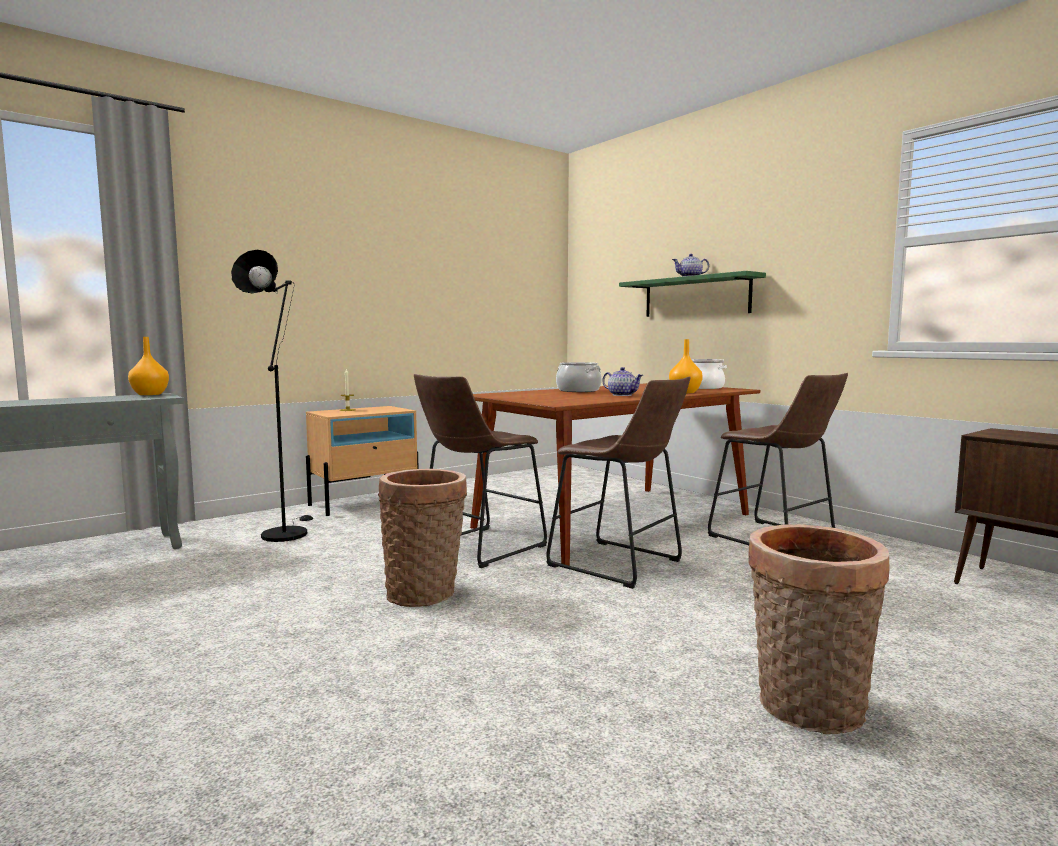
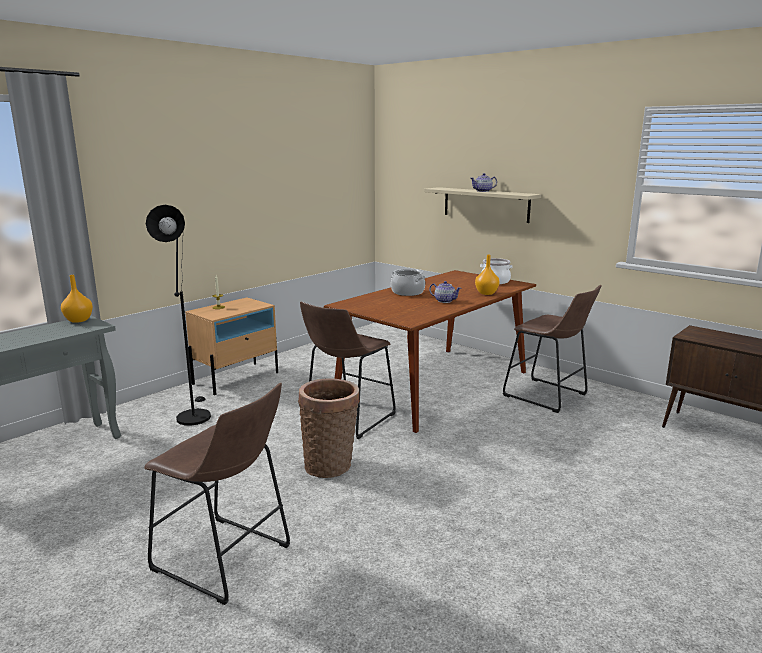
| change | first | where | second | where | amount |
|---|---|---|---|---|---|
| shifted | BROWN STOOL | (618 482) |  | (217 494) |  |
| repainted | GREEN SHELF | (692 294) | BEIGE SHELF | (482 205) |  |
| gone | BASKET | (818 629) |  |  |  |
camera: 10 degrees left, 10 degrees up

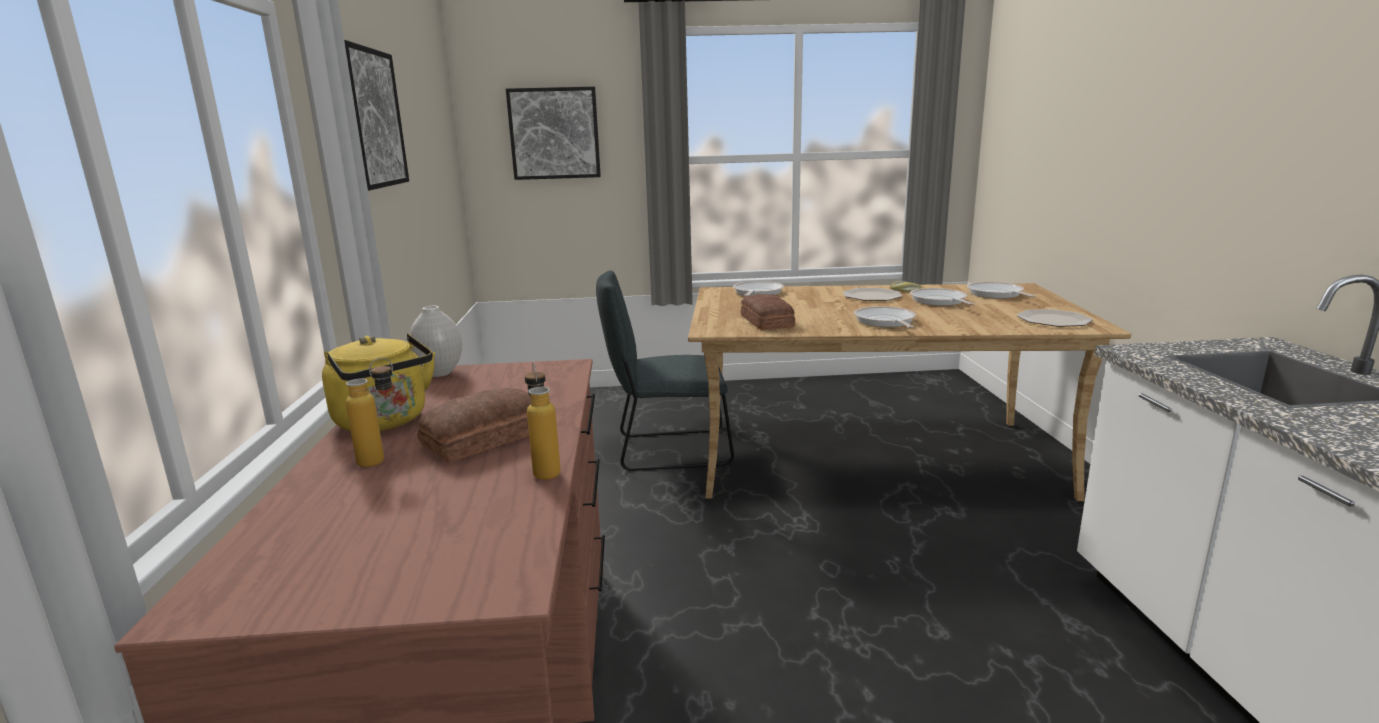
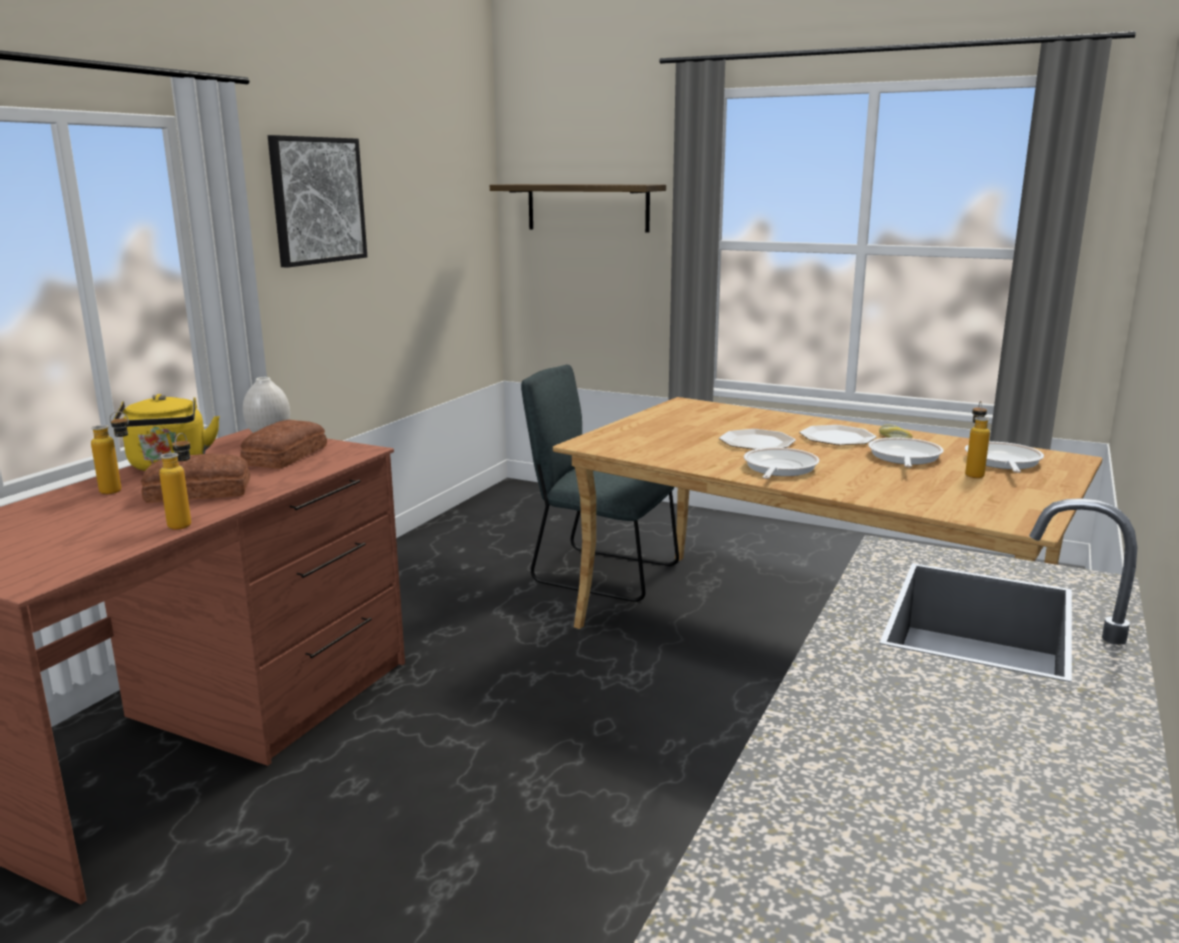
| change | first | where | second | where | amount |
|---|---|---|---|---|---|
| shifted | BREAD | (768 312) |  | (283 444) |  |
| swapped | PICTURE | (553 133) | SHELF | (578 208) |  |
| shifted | PLATE | (1055 318) |  | (757 439) |  |
| new |  |  | BOTTLE | (977 439) |  |
| gone | FRYING PAN | (758 288) |  |  |  |
camera: 30 degrees right, 0 degrees up

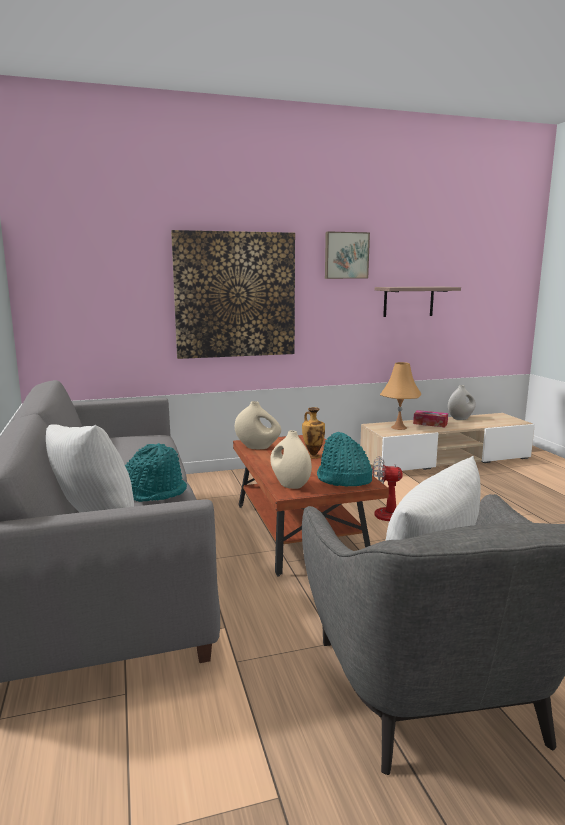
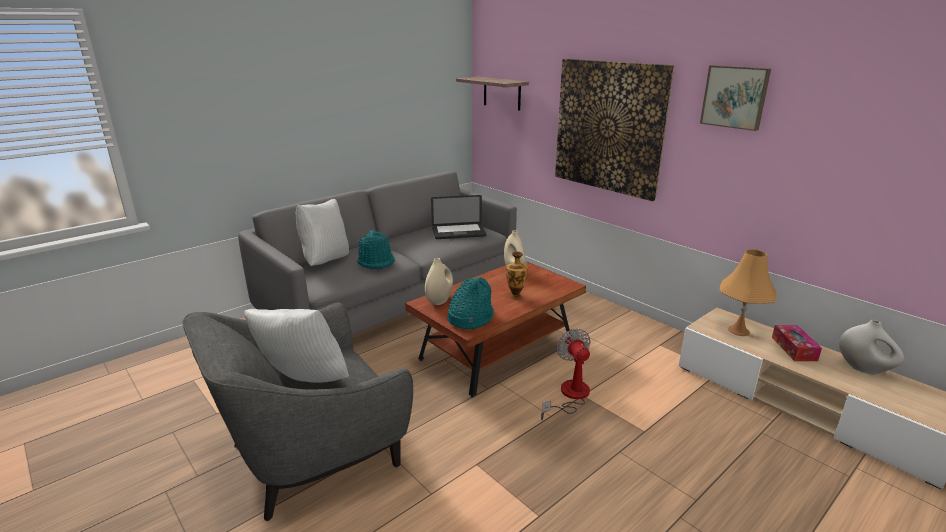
| change | first | where | second | where | amount |
|---|---|---|---|---|---|
| new |  |  | LAPTOP | (459 217) |  |
| shifted | SHELF | (418 302) |  | (492 94) |  |
camera: 65 degrees right, 10 degrees up

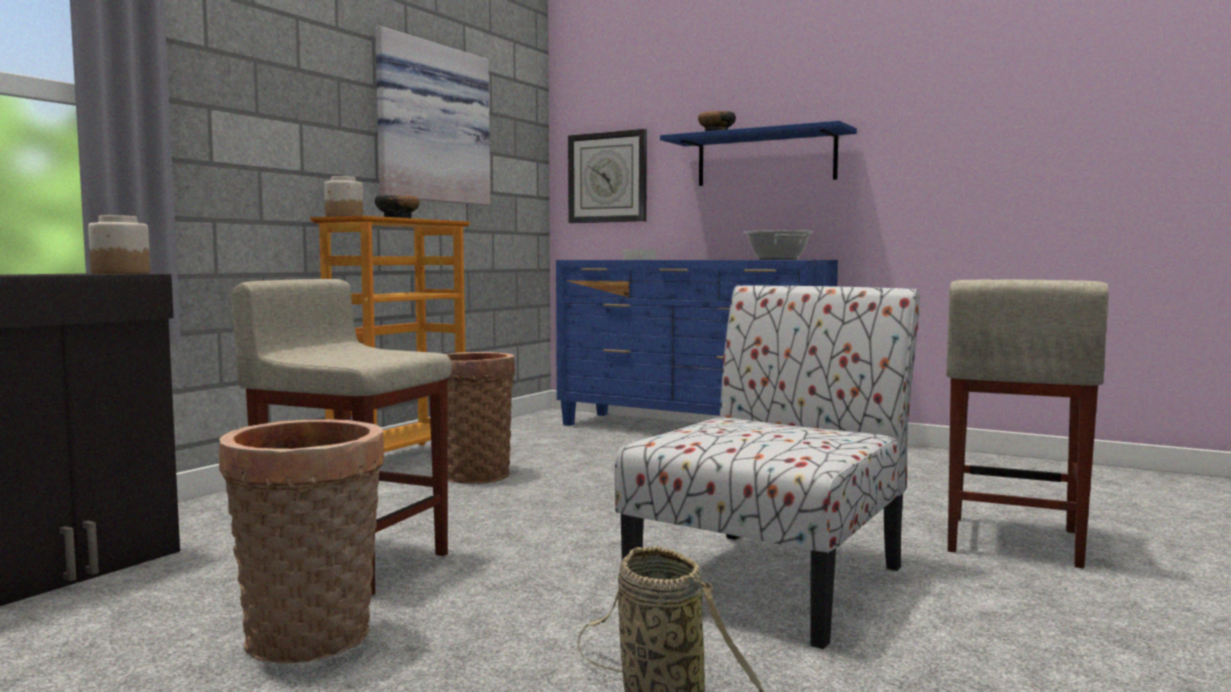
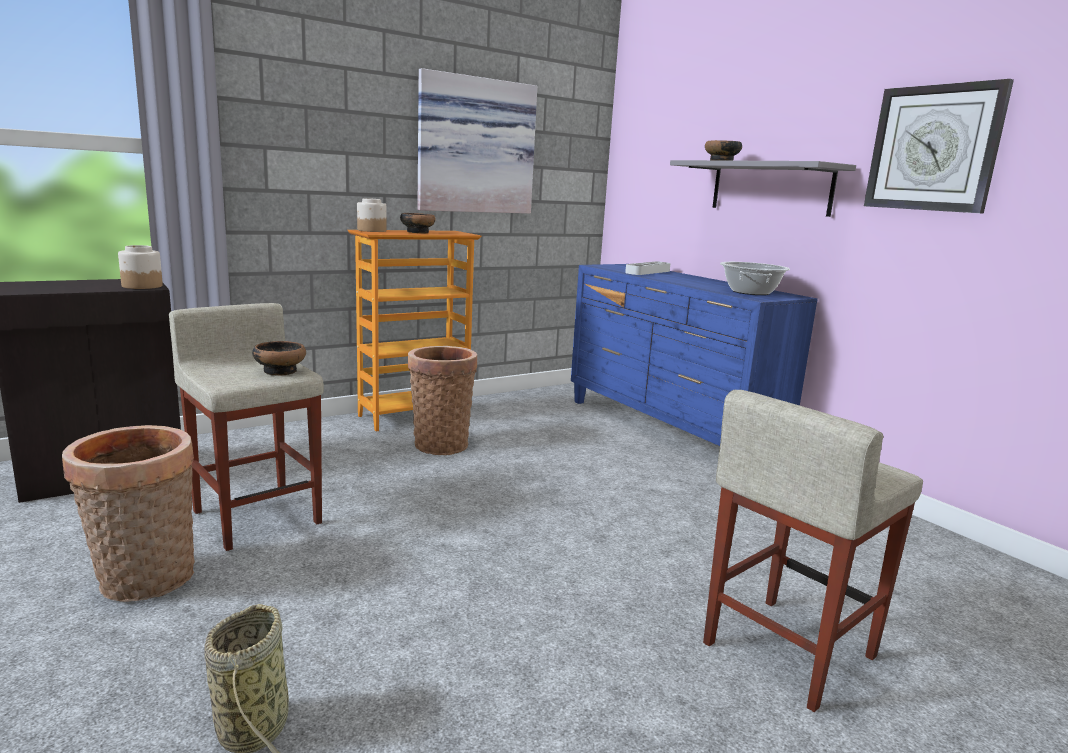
| change | first | where | second | where | amount |
|---|---|---|---|---|---|
| new |  |  | BOWL | (279 358) |  |
| repainted | BLUE SHELF | (758 153) | GREY SHELF | (763 188) |  |
| shifted | WALL CLOCK | (607 176) |  | (939 146) |  |
| gone | CHAIR | (767 467) |  |  |  |
camera: 25 degrees right, 10 degrees up

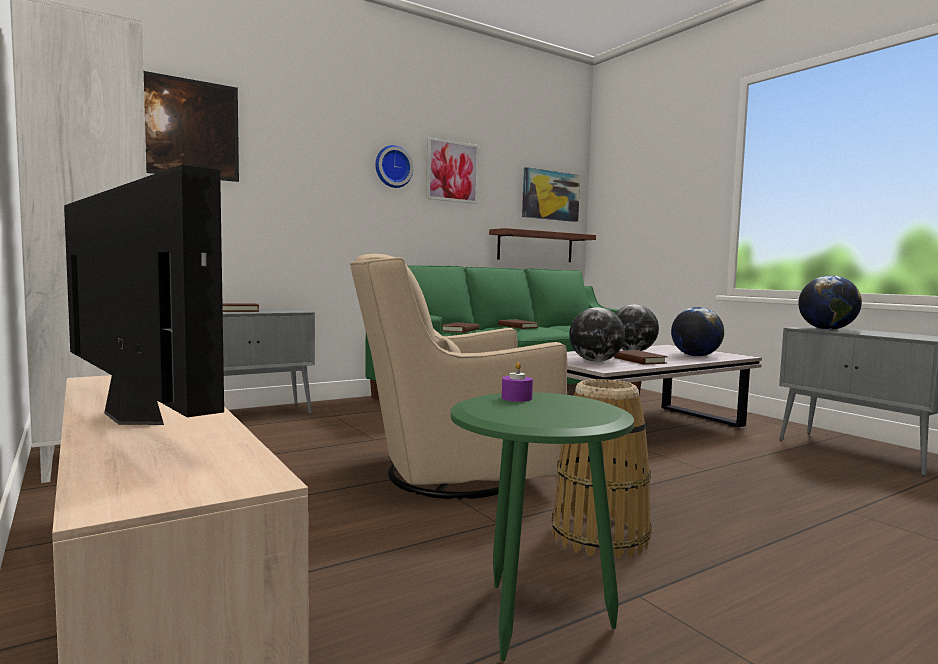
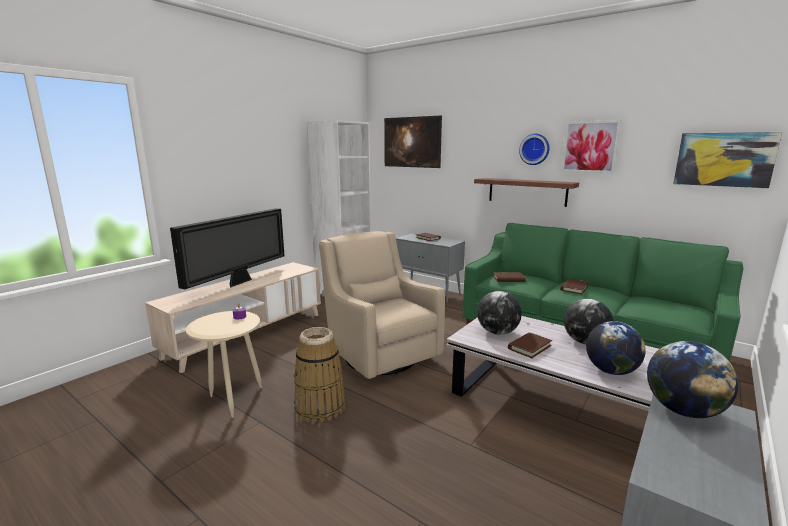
| change | first | where | second | where | amount |
|---|---|---|---|---|---|
| repainted | GREEN SIDE TABLE | (542 526) | BEIGE SIDE TABLE | (224 364) |  |
| shifted | SHELF | (542 245) |  | (526 192) |  |
camera: 70 degrees right, 10 degrees up

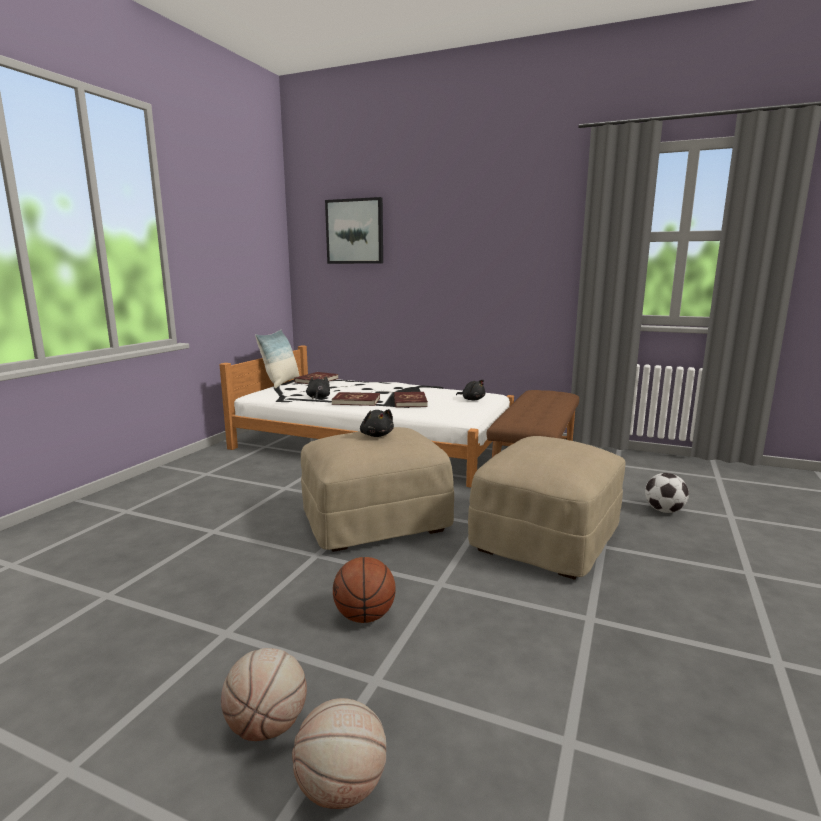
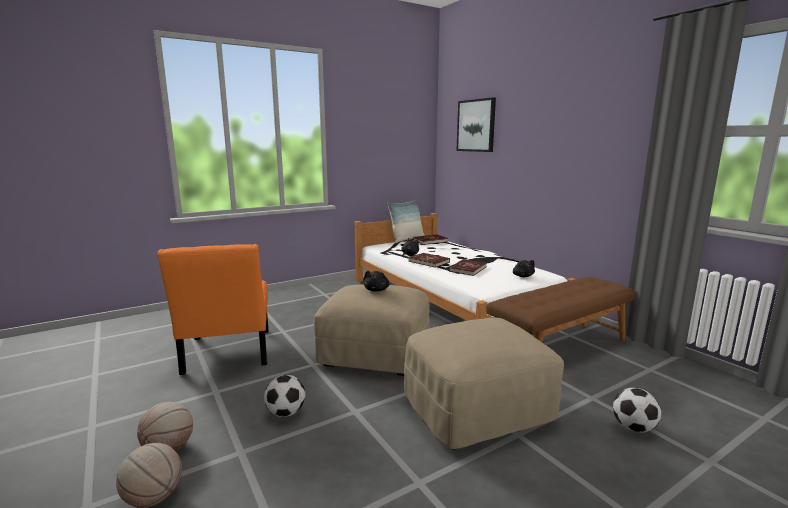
| change | first | where | second | where | amount |
|---|---|---|---|---|---|
| new |  |  | ORANGE CHAIR | (213 309) |  |
| swapped | BASKETBALL | (364 590) | FOOTBALL | (284 396) |  |
camera: 35 degrees right, 0 degrees up

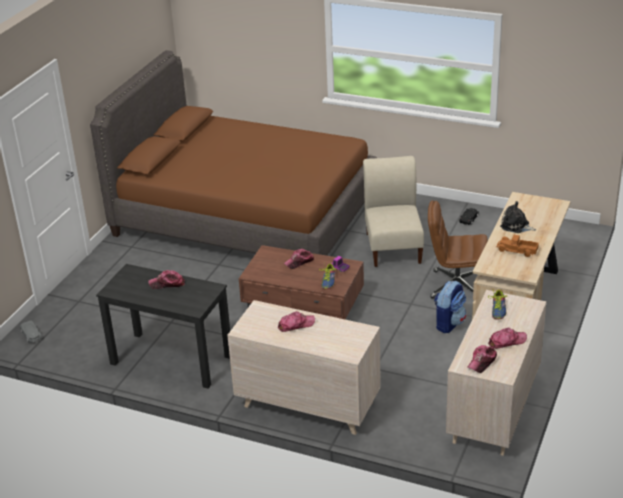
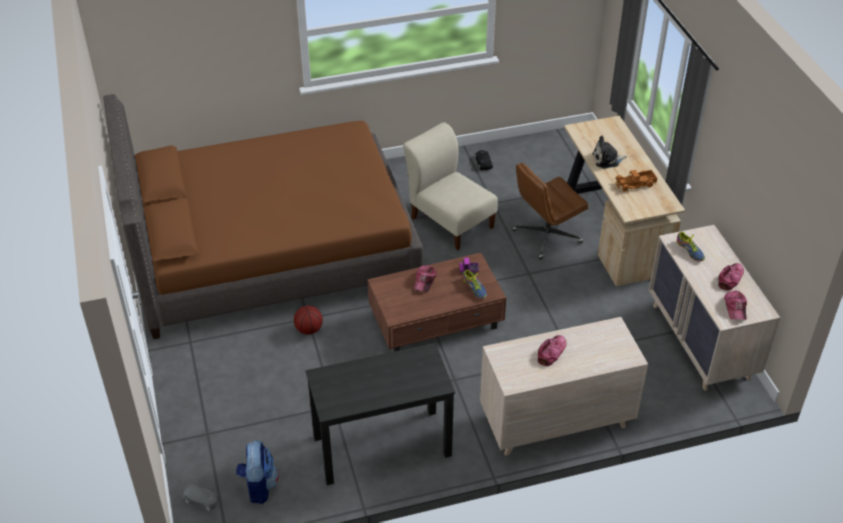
| change | first | where | second | where | amount |
|---|---|---|---|---|---|
| shifted | BACKPACK | (450 307) |  | (257 472) |  |
| new |  |  | BASKETBALL | (308 320) |  |
| gone | CAP | (166 279) |  |  |  |
camera: 40 degrees left, 10 degrees up

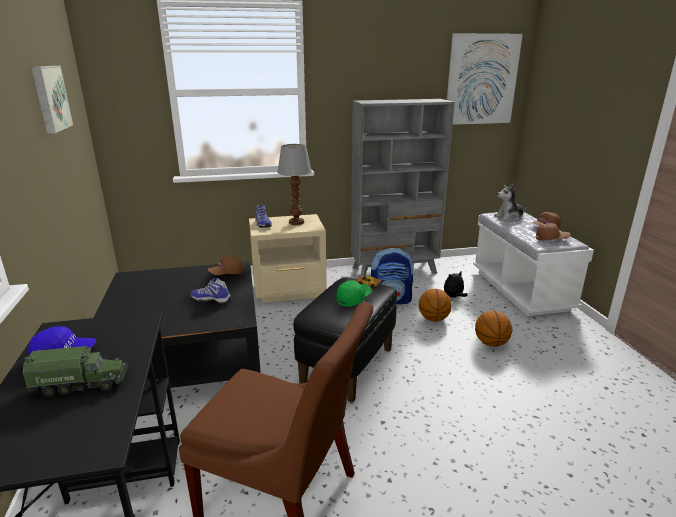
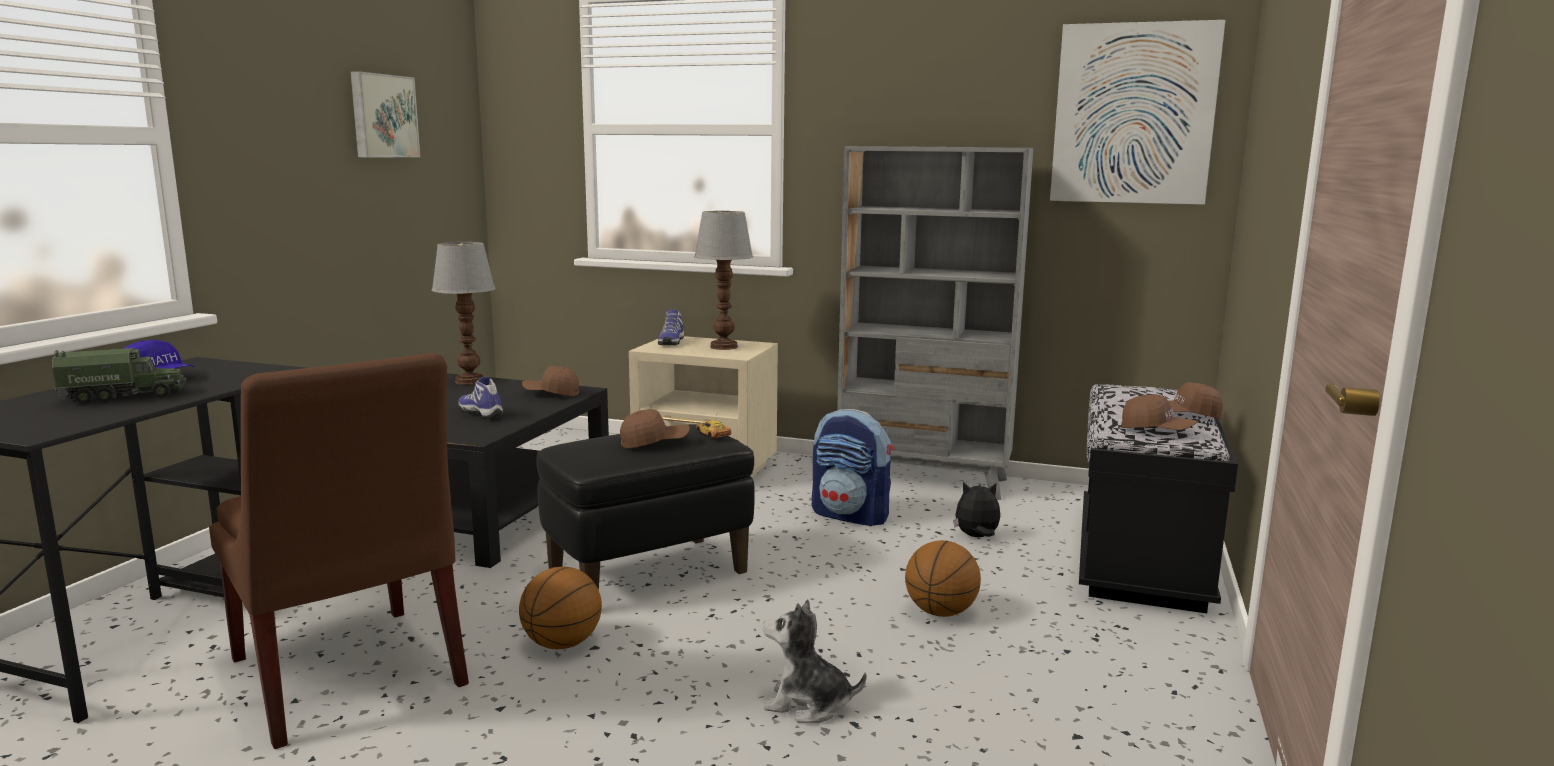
| change | first | where | second | where | amount |
|---|---|---|---|---|---|
| rotated | TOY TRUCK | (75 371) |  | (119 376) | 45 degrees counterclockwise |
| new |  |  | TABLE LAMP | (463 313) |  |
| shifted | BASKETBALL | (435 305) |  | (560 607) |  |
| repainted | GREEN CAP | (354 293) | BROWN CAP | (655 429) |  |
| shifted | PLUSH TOY | (511 202) |  | (814 661) |  |
| repainted | WHITE BENCH | (533 264) | BLACK BENCH | (1158 498) |  |
camera: 30 degrees right, 10 degrees down

